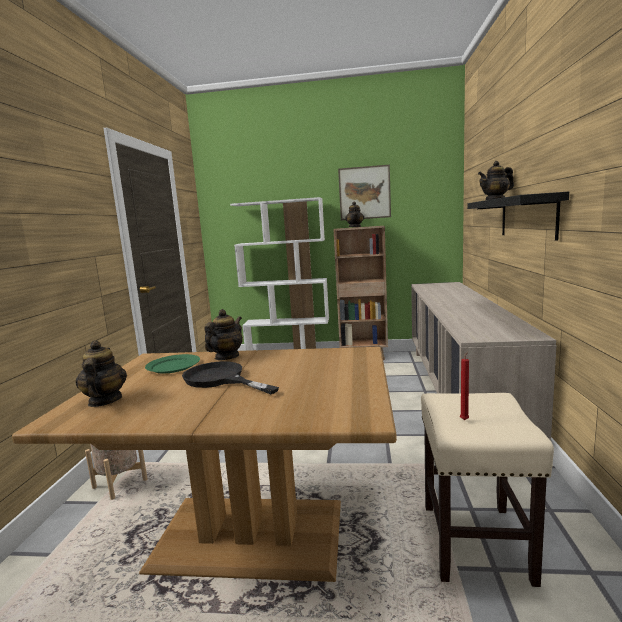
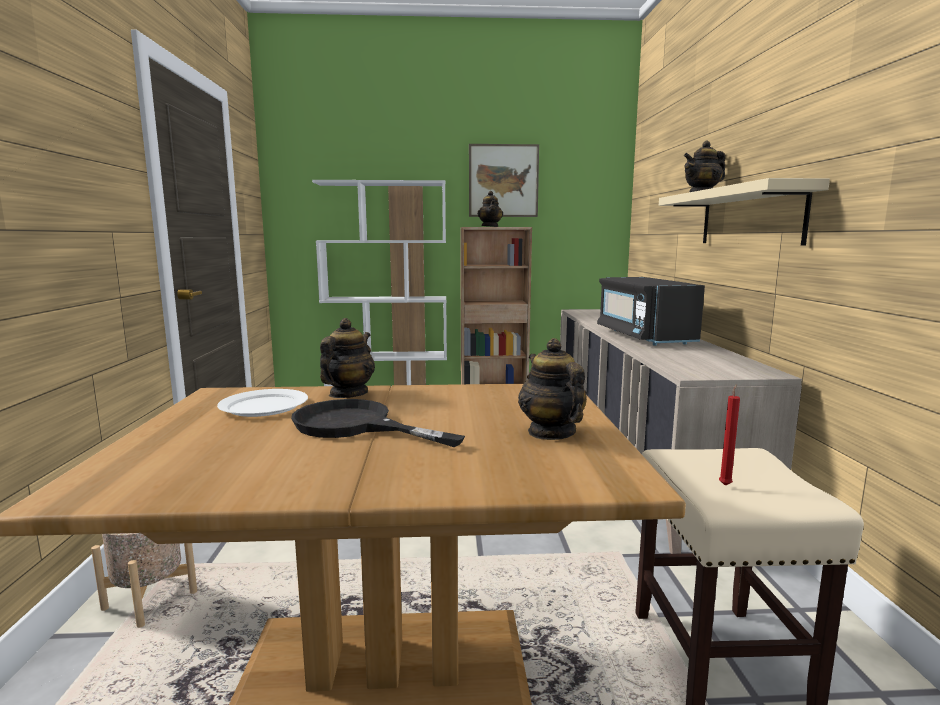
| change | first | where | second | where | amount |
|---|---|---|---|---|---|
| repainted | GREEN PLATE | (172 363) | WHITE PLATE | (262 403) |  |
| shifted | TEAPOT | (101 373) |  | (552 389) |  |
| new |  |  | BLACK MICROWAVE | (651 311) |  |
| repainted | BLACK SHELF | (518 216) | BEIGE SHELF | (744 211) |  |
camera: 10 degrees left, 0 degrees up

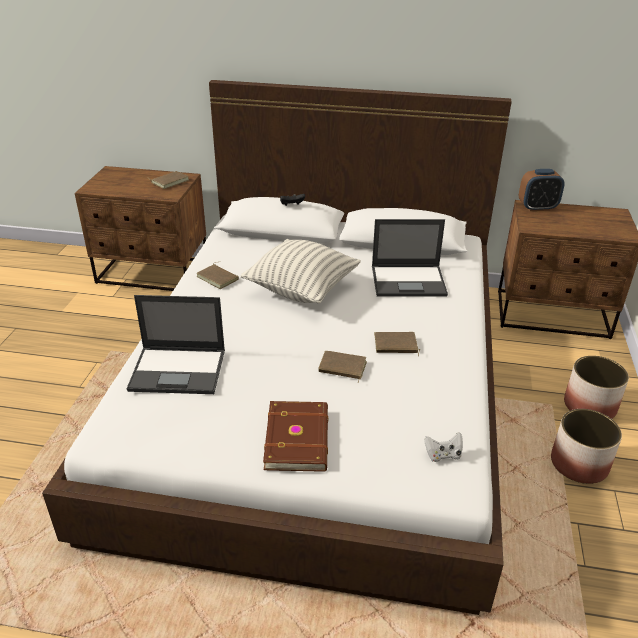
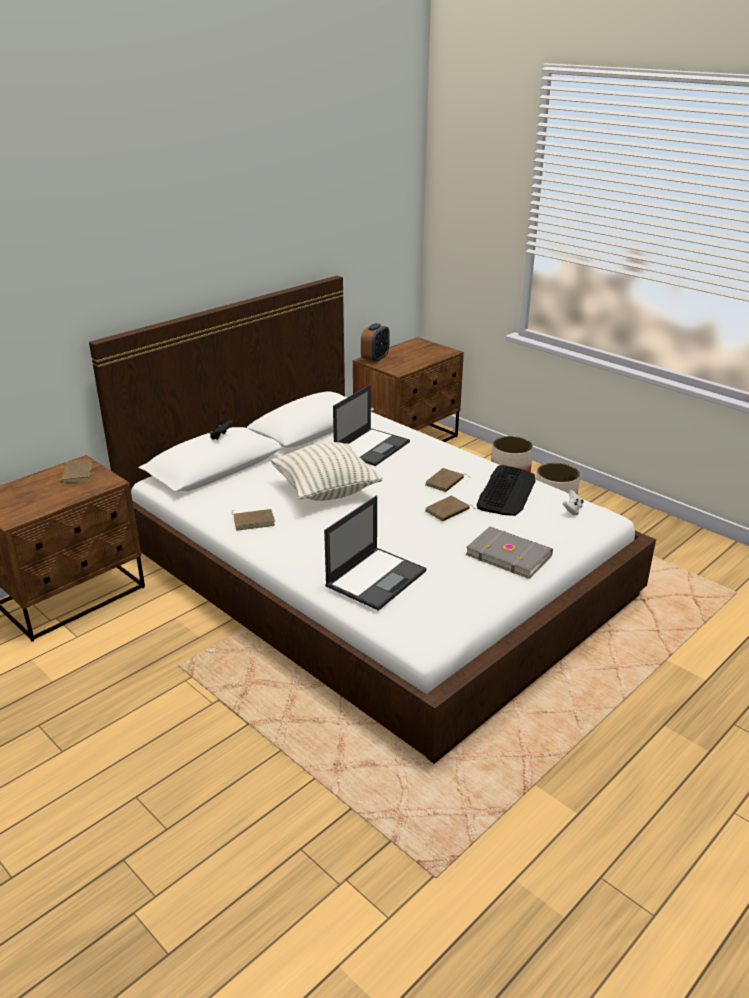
| change | first | where | second | where | amount |
|---|---|---|---|---|---|
| repainted | BROWN BOOK | (295 436) | GREY BOOK | (509 553) |  |
| new |  |  | KEYBOARD | (506 490) |  |
camera: 55 degrees left, 5 degrees down

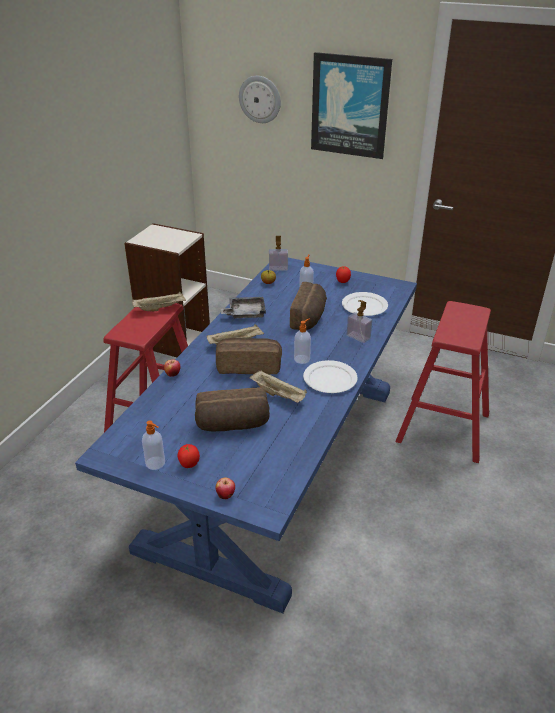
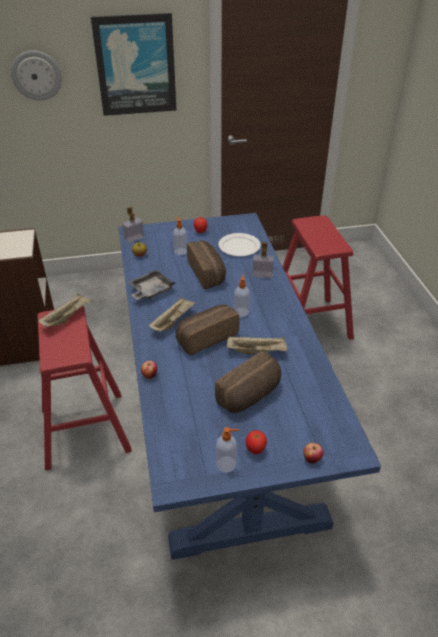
| change | first | where | second | where | amount |
|---|---|---|---|---|---|
| gone | WHITE PLATE | (330 376) |  |  |  |
camera: 35 degrees left, 5 degrees up

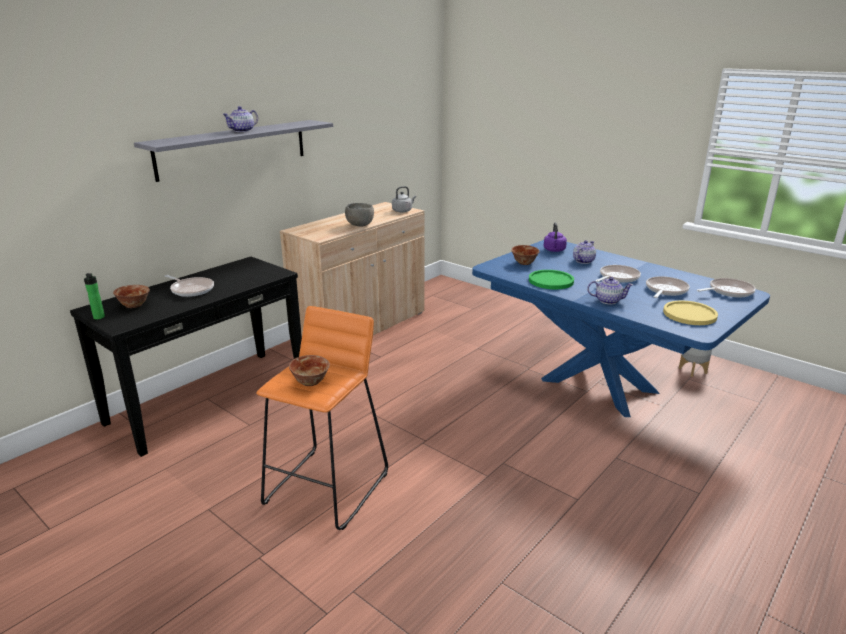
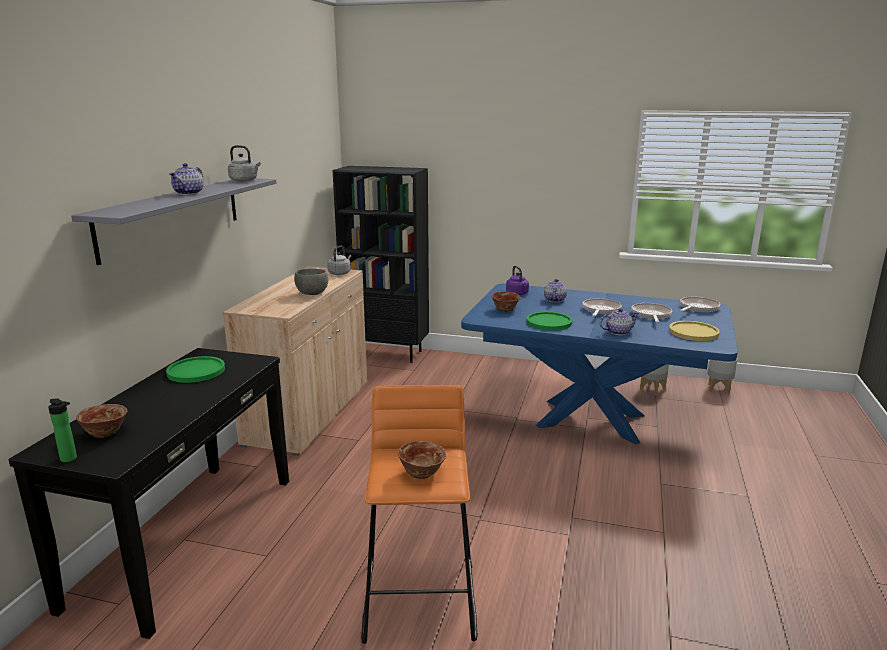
| change | first | where | second | where | amount |
|---|---|---|---|---|---|
| new |  |  | GREEN PLATE | (195 369) |  |
| new |  |  | GREY KETTLE | (244 163) |  |
| new |  |  | BLACK BOOKCASE | (380 264) |  |
| new |  |  | GREY PLANTER | (722 376) |  |
| gone | FRYING PAN | (189 286) |  |  |  |
camera: 25 degrees left, 5 degrees down

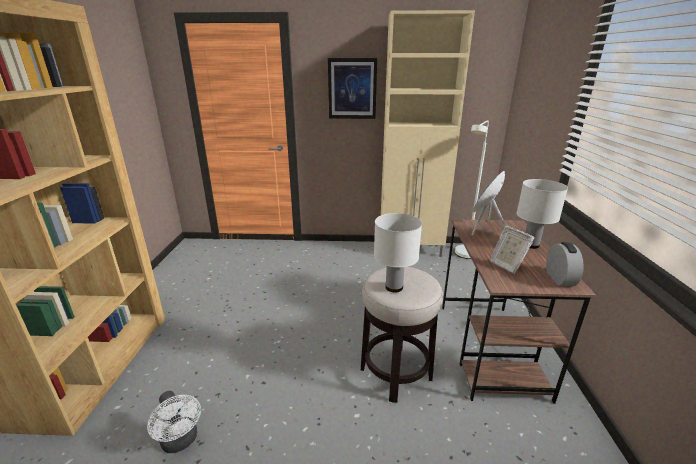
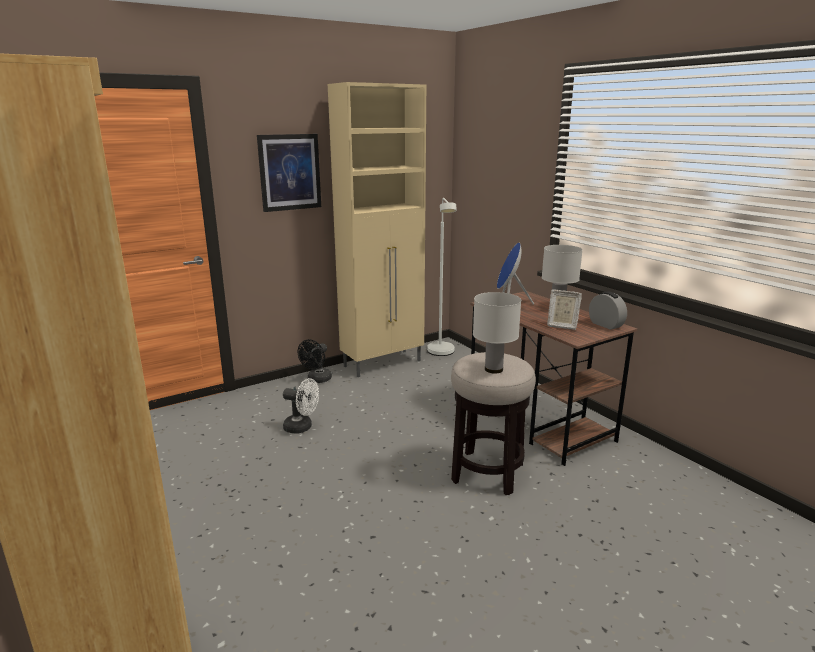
| change | first | where | second | where | amount |
|---|---|---|---|---|---|
| shifted | WHITE FAN | (174 422) |  | (301 405) |  |
| new |  |  | BLACK FAN | (315 361) |  |
camera: 35 degrees left, 5 degrees down

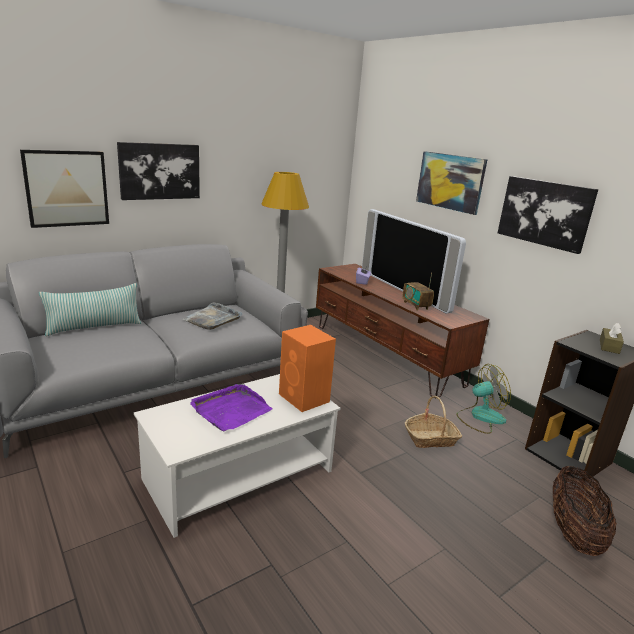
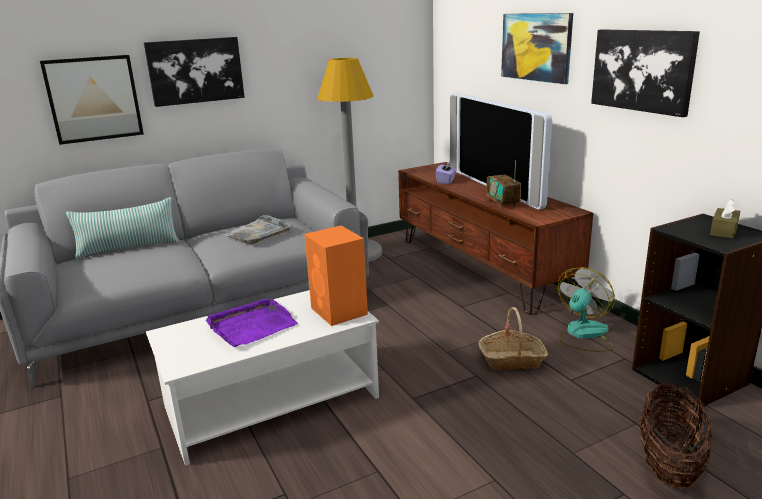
| change | first | where | second | where | amount |
|---|---|---|---|---|---|
| rotated | FAN | (483 399) |  | (586 309) | 45 degrees counterclockwise |
camera: 10 degrees right, 0 degrees up

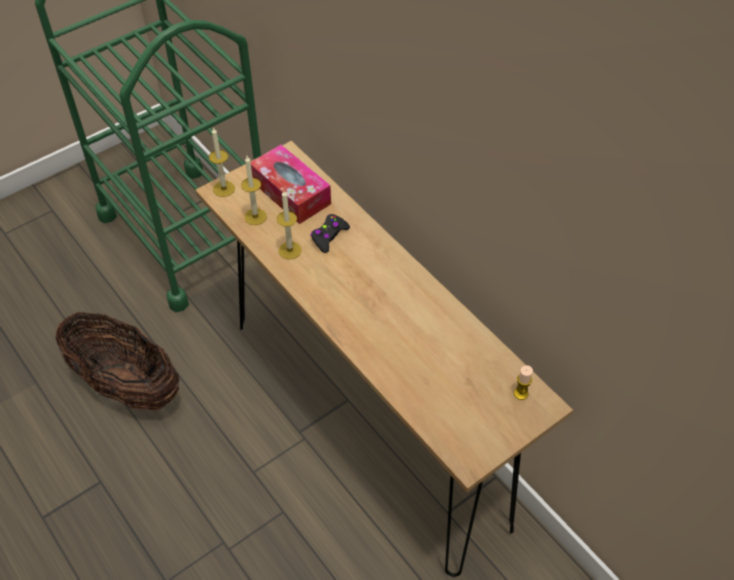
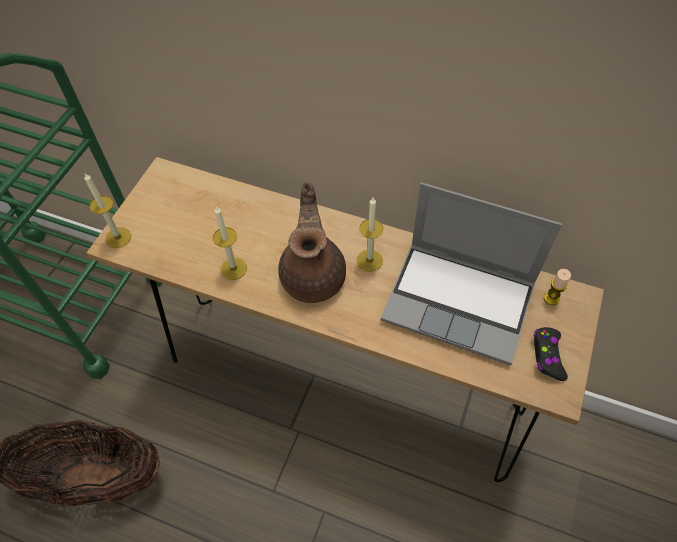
| change | first | where | second | where | amount |
|---|---|---|---|---|---|
| new |  |  | BROWN TEAPOT | (312 242) |  |
| shifted | CANDLE | (254 190) |  | (370 235) |  |
| new |  |  | LAPTOP | (471 274) |  |
| shifted | BLACK GAME CONTROLLER | (330 233) |  | (551 354) |  |
| gone | TISSUE BOX | (291 184) |  |  |  |
camera: 30 degrees left, 5 degrees up

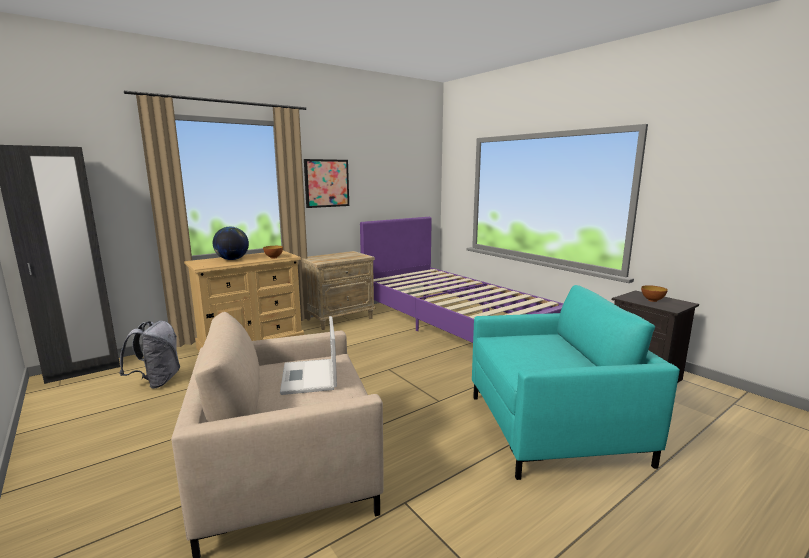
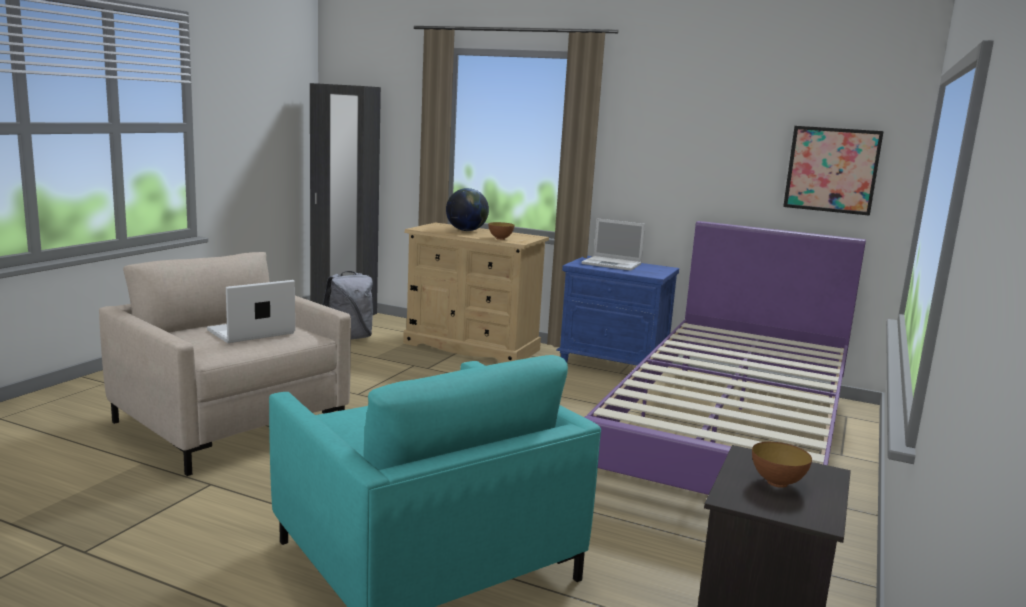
| change | first | where | second | where | amount |
|---|---|---|---|---|---|
| repainted | BEIGE NIGHTSTAND | (339 290) | BLUE NIGHTSTAND | (617 310) |  |
| new |  |  | LAPTOP | (613 244) |  |
| shifted | PICTURE | (326 183) |  | (833 171) |  |
camera: 60 degrees right, 0 degrees up

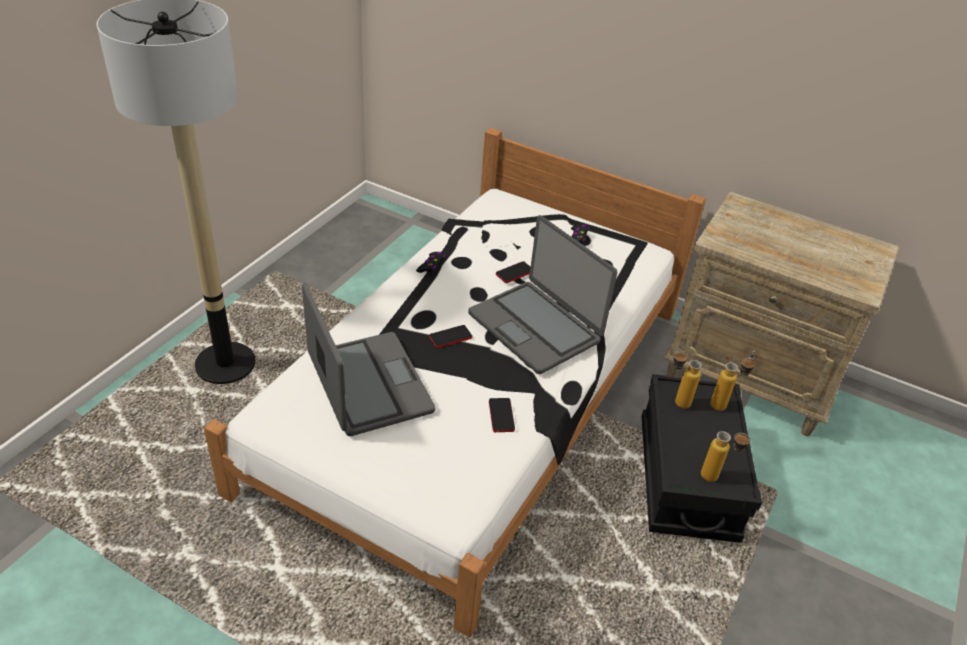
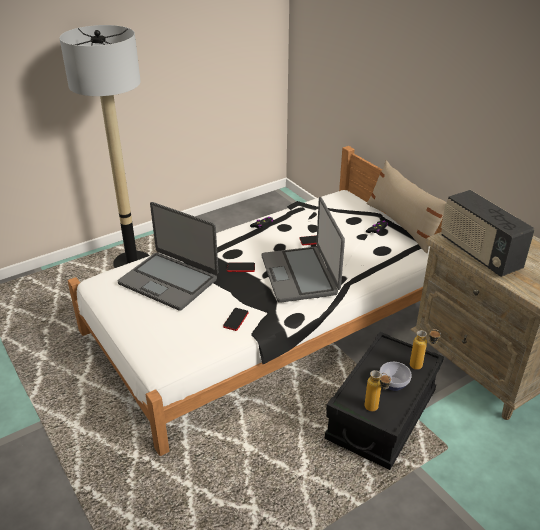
| change | first | where | second | where | amount |
|---|---|---|---|---|---|
| rotated | LAPTOP | (368 359) |  | (168 256) | 120 degrees clockwise |
| new |  |  | BEIGE PILLOW | (406 206) |  |
| new |  |  | BOWL | (395 376) |  |
| new |  |  | RADIO | (488 233) |  |
| gone | BOTTLE | (687 379) |  |  |  |
camera: 30 degrees right, 5 degrees down

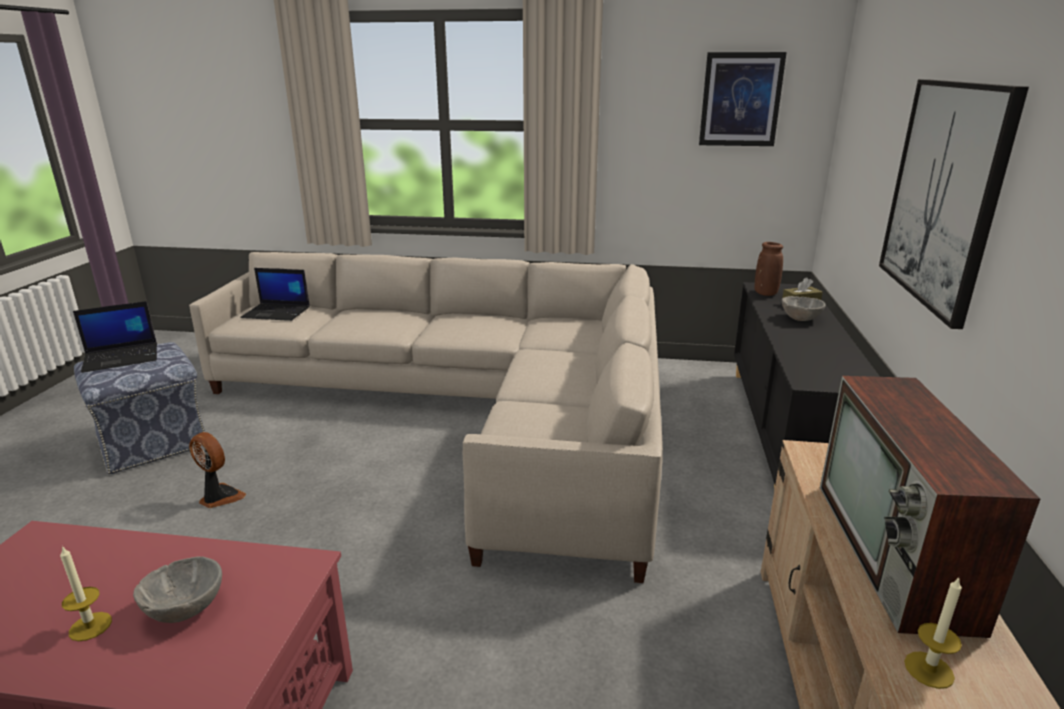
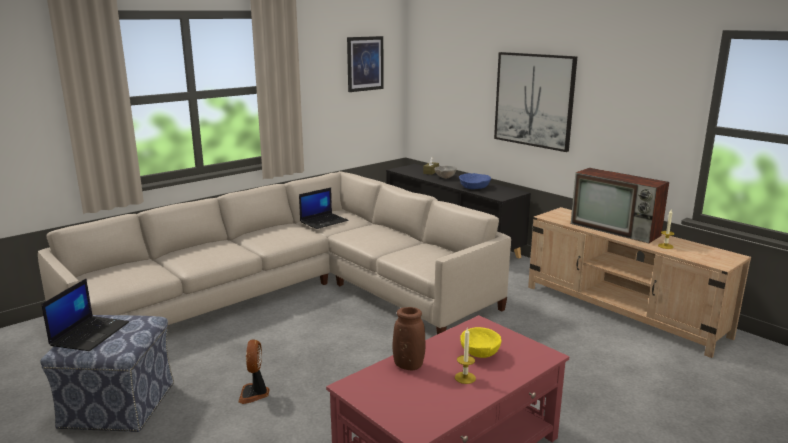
| change | first | where | second | where | amount |
|---|---|---|---|---|---|
| rotated | FAN | (217 470) |  | (254 371) | 75 degrees counterclockwise |
| shifted | LAPTOP | (275 294) |  | (324 208) |  |
| shifted | BROWN VASE | (769 269) |  | (409 338) |  |
| new |  |  | BLUE BOWL | (475 181) |  |
| repainted | GREY BOWL | (177 589) | YELLOW BOWL | (481 342) |  |
camera: 50 degrees left, 5 degrees down

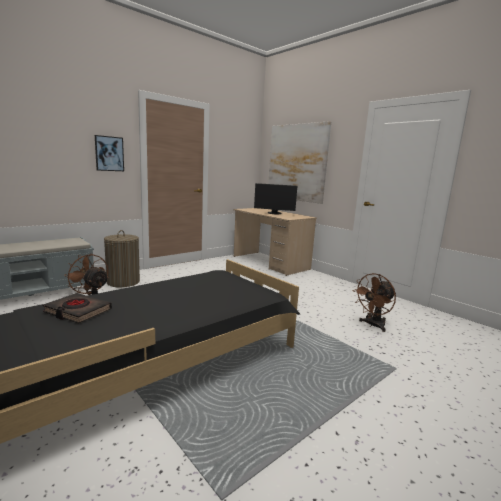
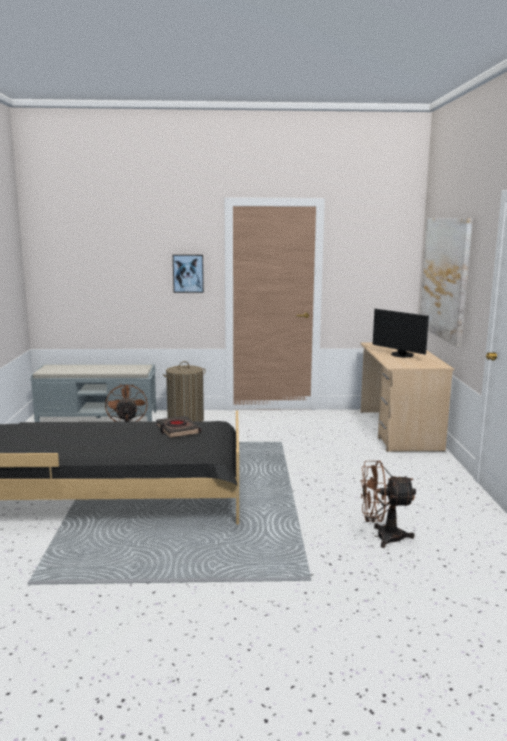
| change | first | where | second | where | amount |
|---|---|---|---|---|---|
| shifted | BLACK BOOK | (77 308) |  | (178 427) |  |
camera: 40 degrees right, 0 degrees up

